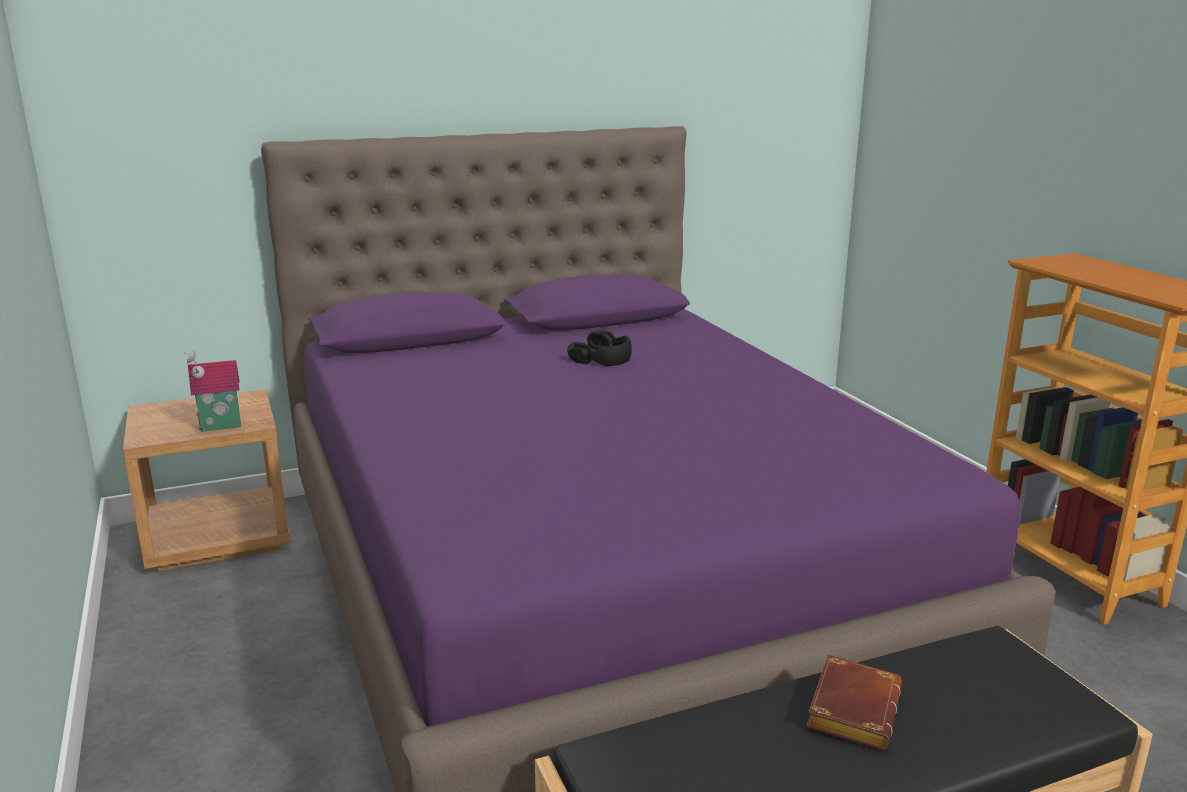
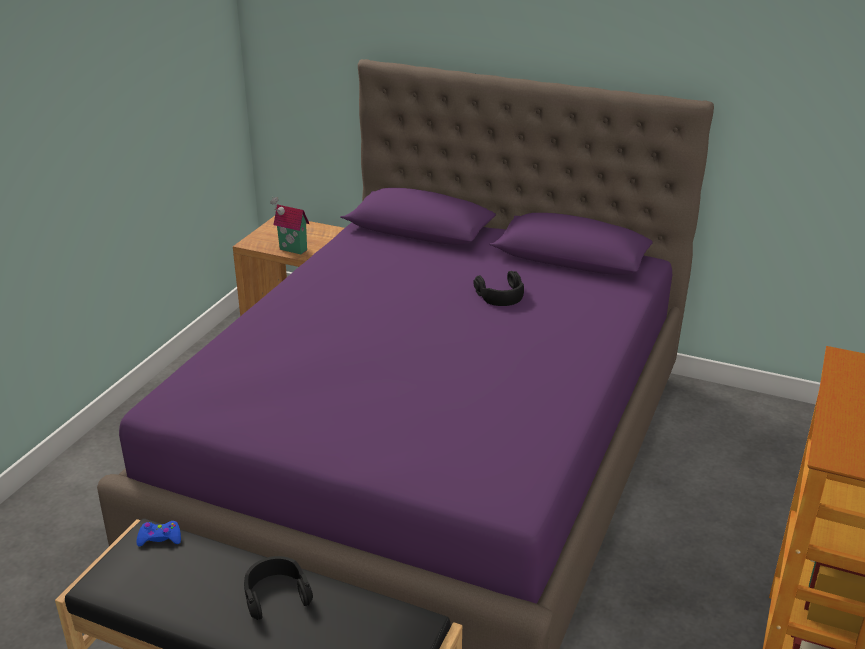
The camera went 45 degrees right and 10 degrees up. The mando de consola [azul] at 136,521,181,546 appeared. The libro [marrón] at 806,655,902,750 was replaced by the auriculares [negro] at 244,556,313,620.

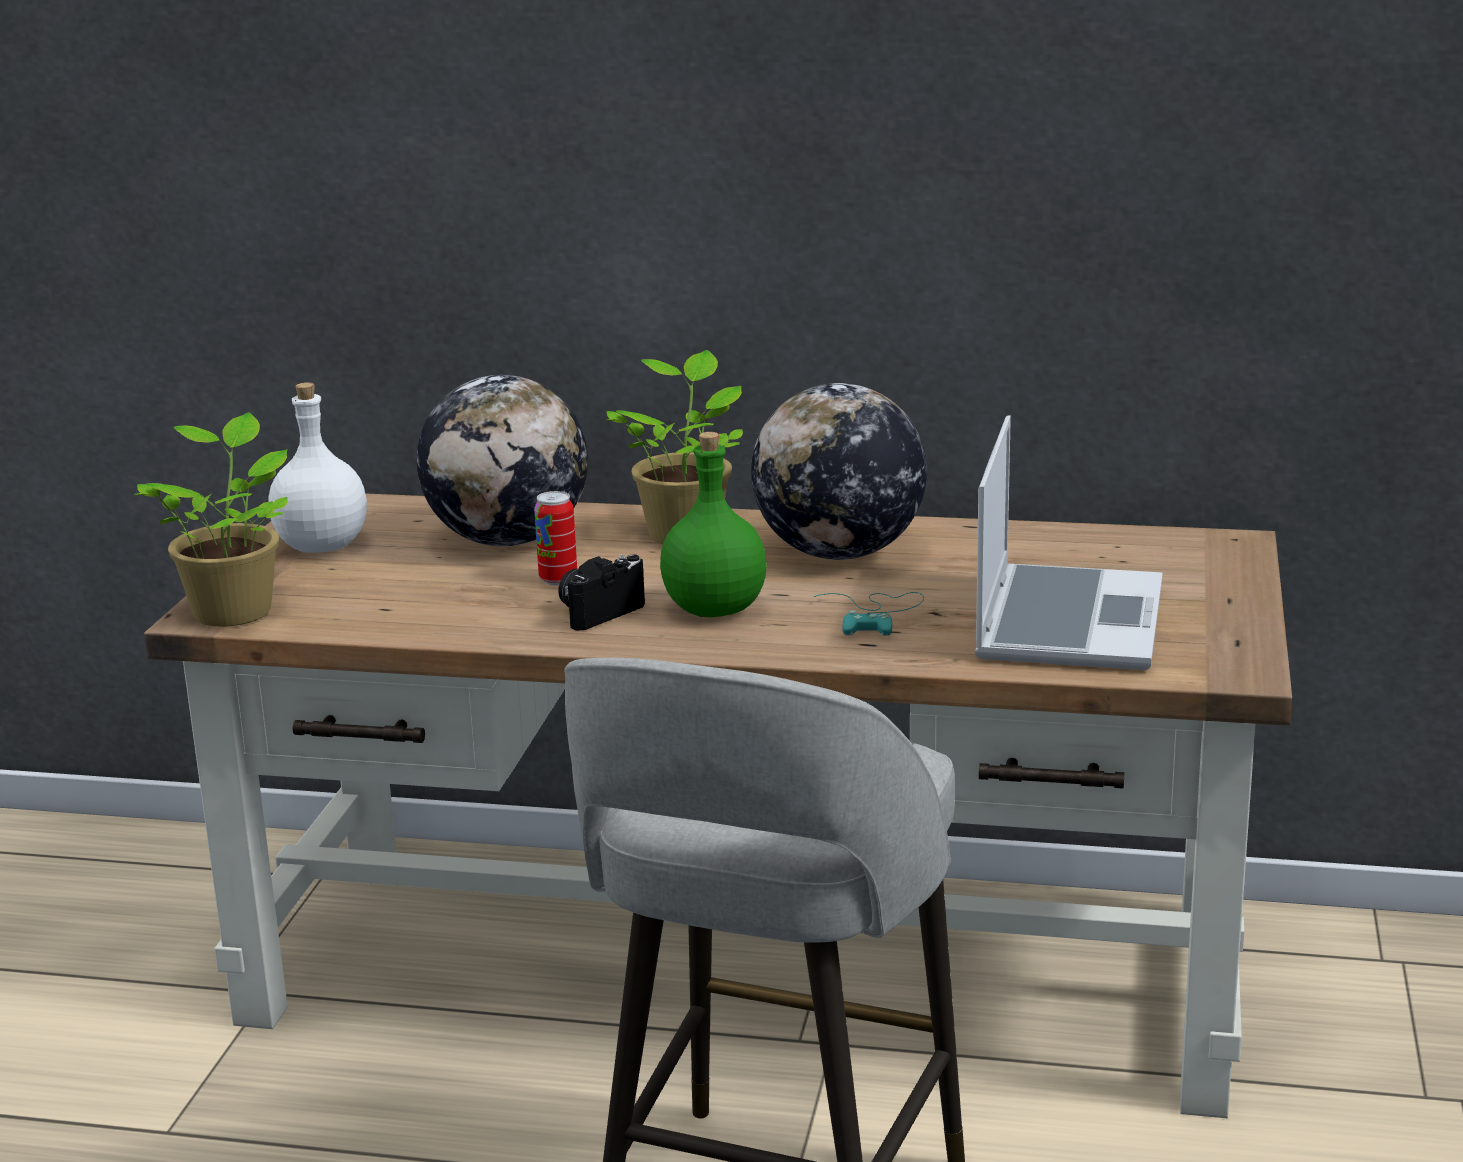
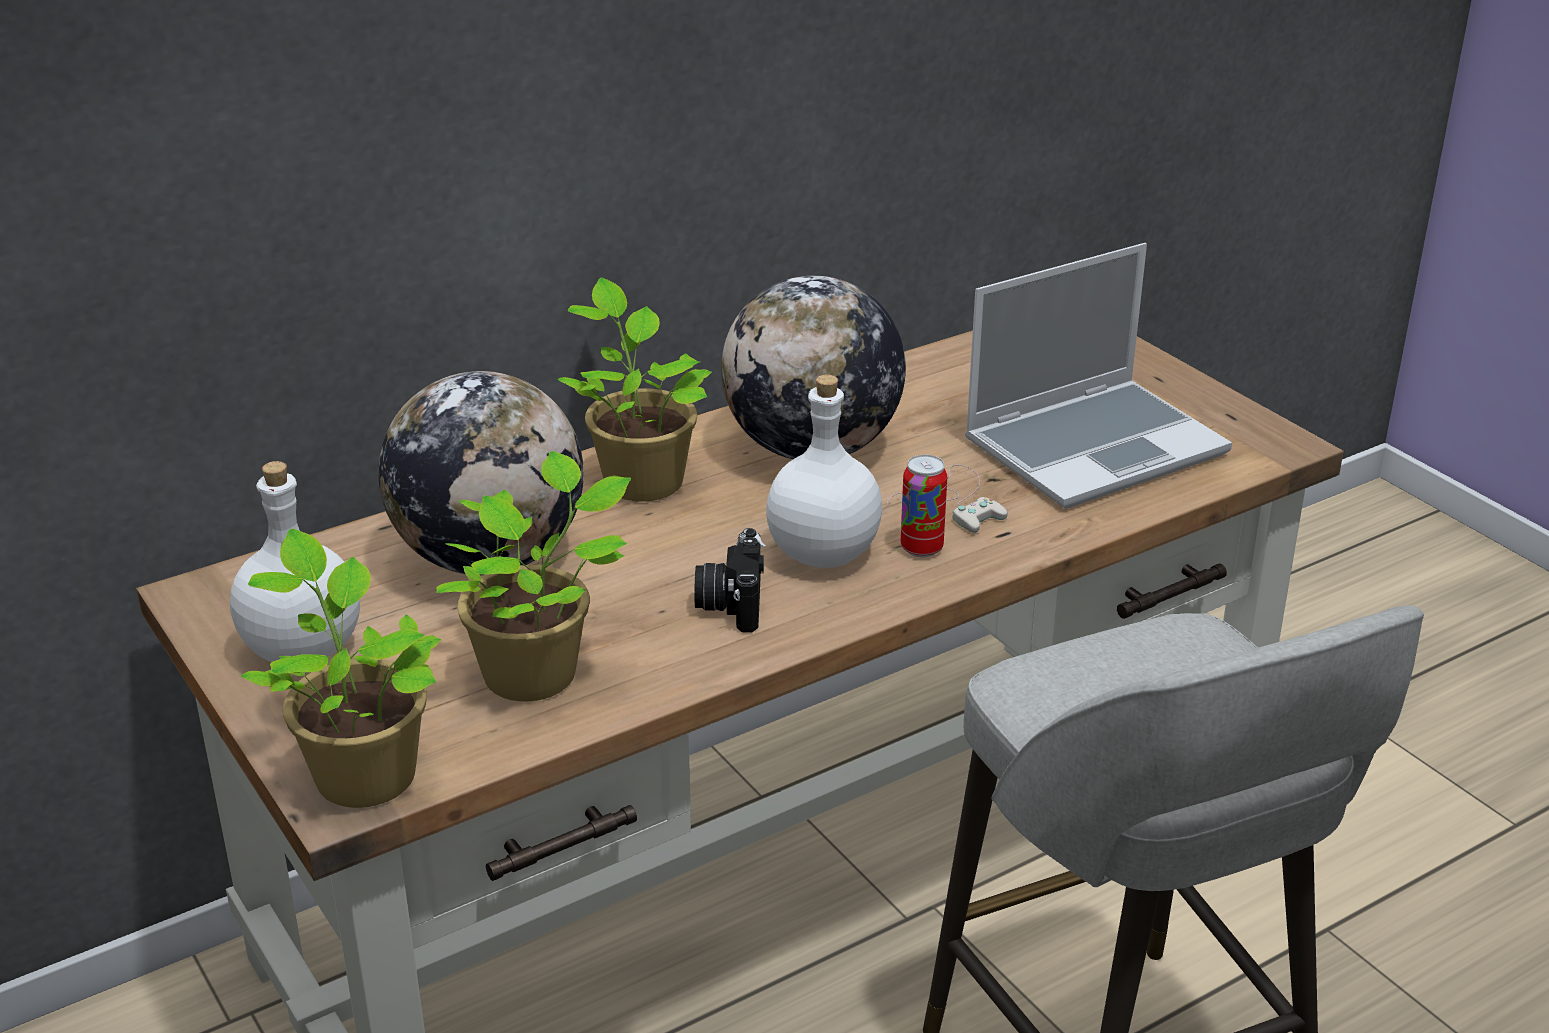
The camera went 45 degrees left and 10 degrees up. The planta en maceta at 436,451,631,702 appeared. The botella [verde] at 660,432,767,617 became the botella [blanco] at 766,374,882,568. The mando de consola [turquesa] at 813,592,924,636 became the mando de consola [blanco] at 887,465,1008,533. The lata moved from 534,491,577,585 to 901,455,947,557. The portátil at 975,415,1163,670 turned 90 degrees clockwise.

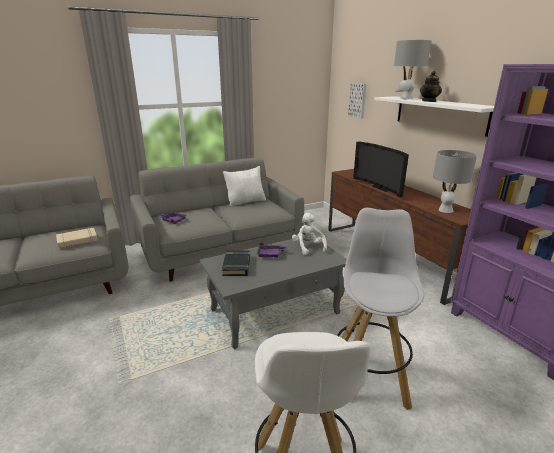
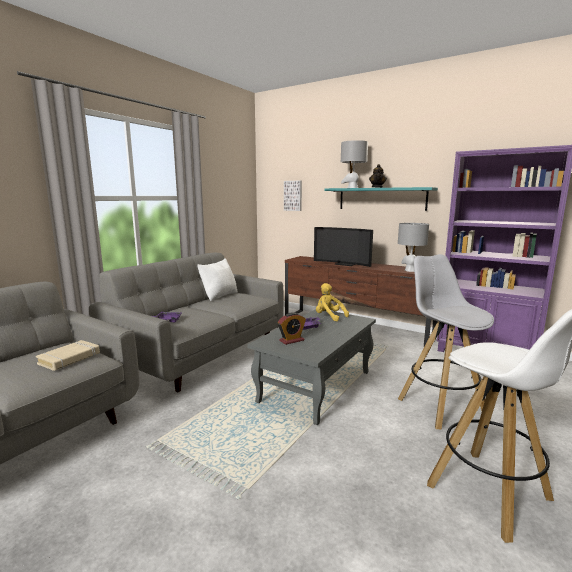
The camera went 30 degrees left and 10 degrees down. The libro [negro] at 222,250,251,276 was replaced by the despertador at 278,312,306,345. The peluche [blanco] at 292,213,327,255 became the peluche [amarillo] at 316,283,349,321. The estante [blanco] at 374,96,494,137 became the estante [turquesa] at 324,187,438,211.

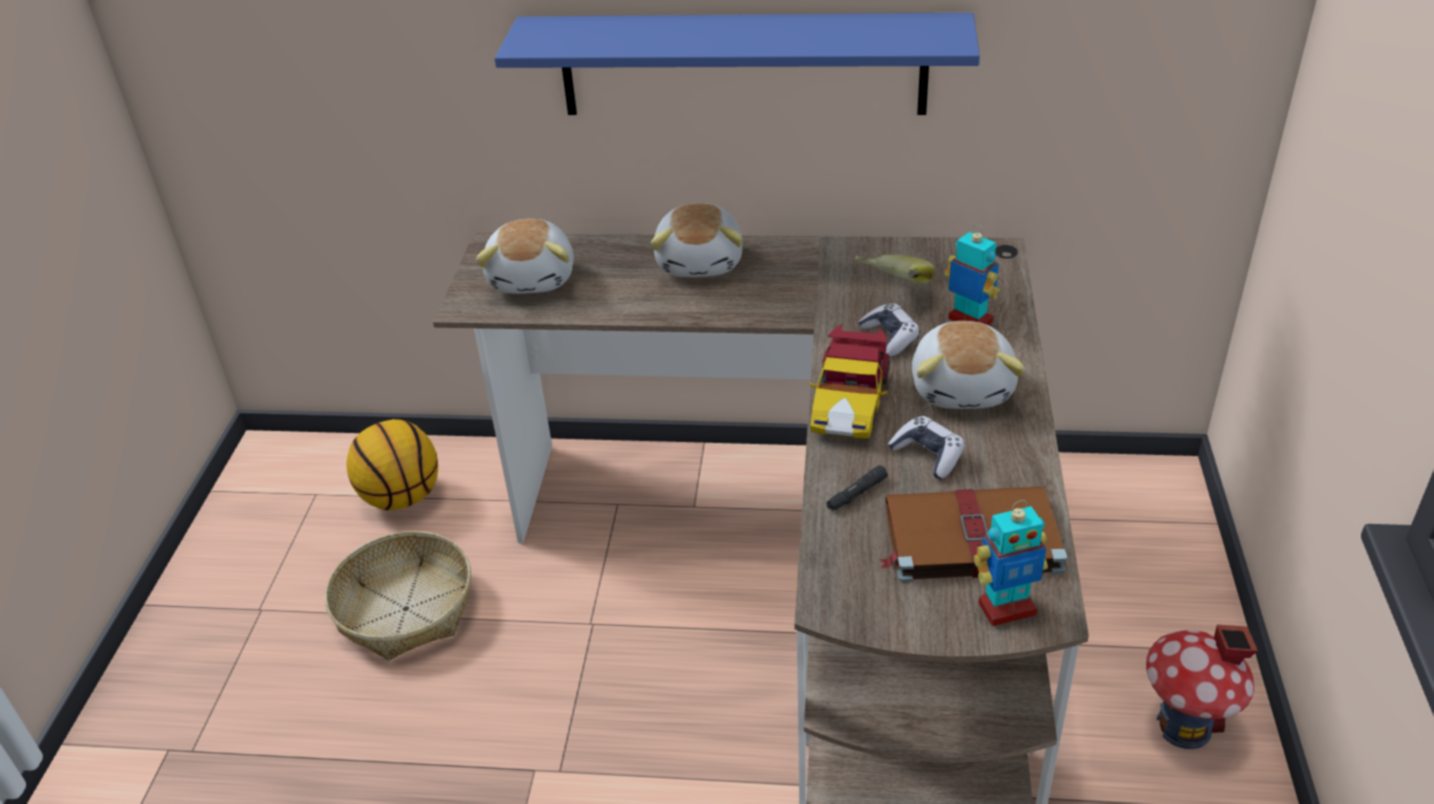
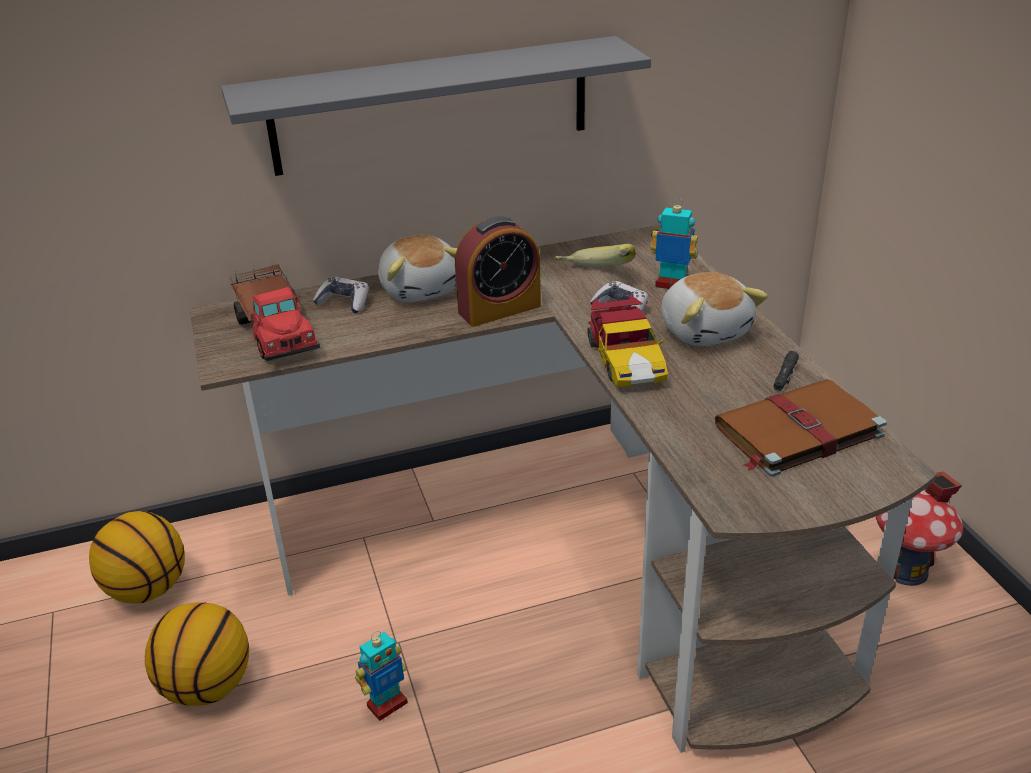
The camera went 25 degrees left and 5 degrees down. The cesta at 325,531,471,661 was replaced by the balón de baloncesto at 145,602,249,706. The estante [azul] at 495,13,980,115 became the estante [gris] at 221,36,651,176. The peluche at 476,219,574,294 was replaced by the camión de juguete at 230,263,320,361. The mando de consola moved from 888,416,965,479 to 313,277,369,313. The robot de juguete moved from 974,500,1048,626 to 355,631,408,721. The despertador at 455,216,541,327 appeared. The linterna [negro] moved from 827,465,888,511 to 774,351,799,391.

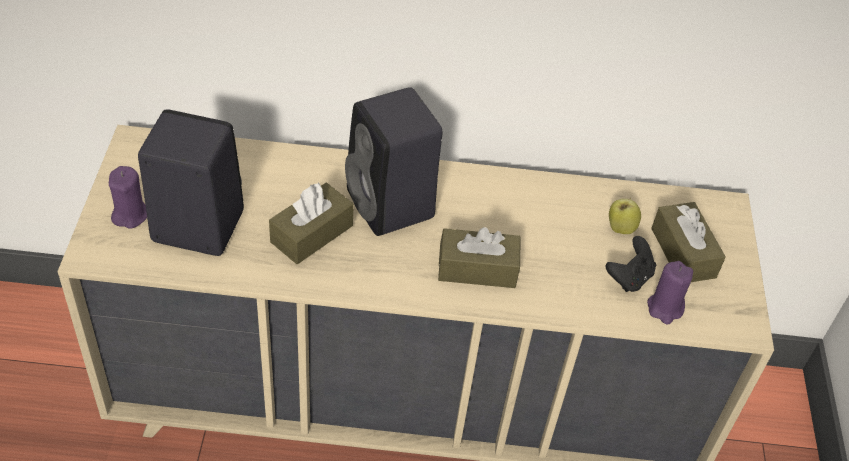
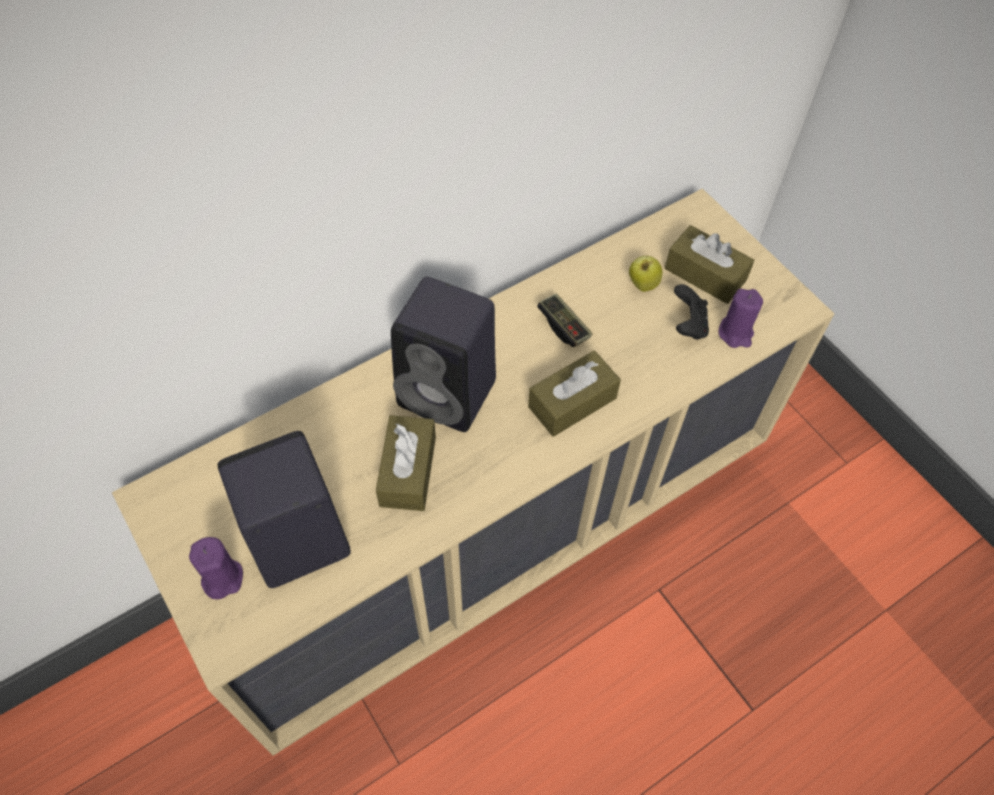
The camera went 35 degrees left and 10 degrees up. The mando de consola at 537,293,592,347 appeared.

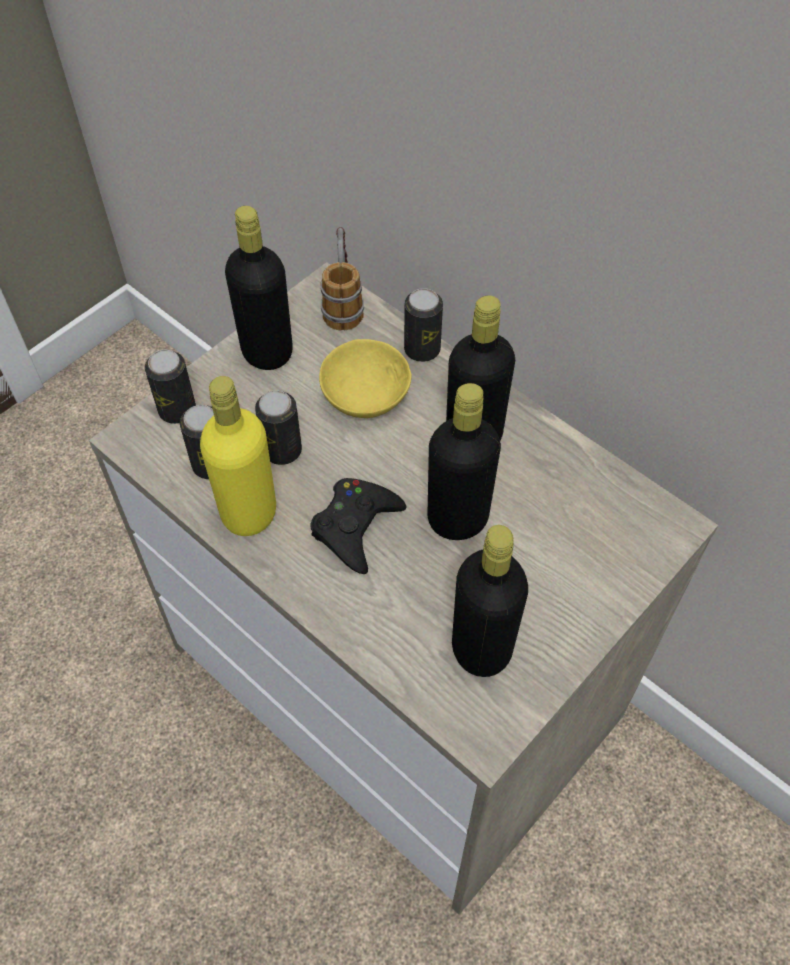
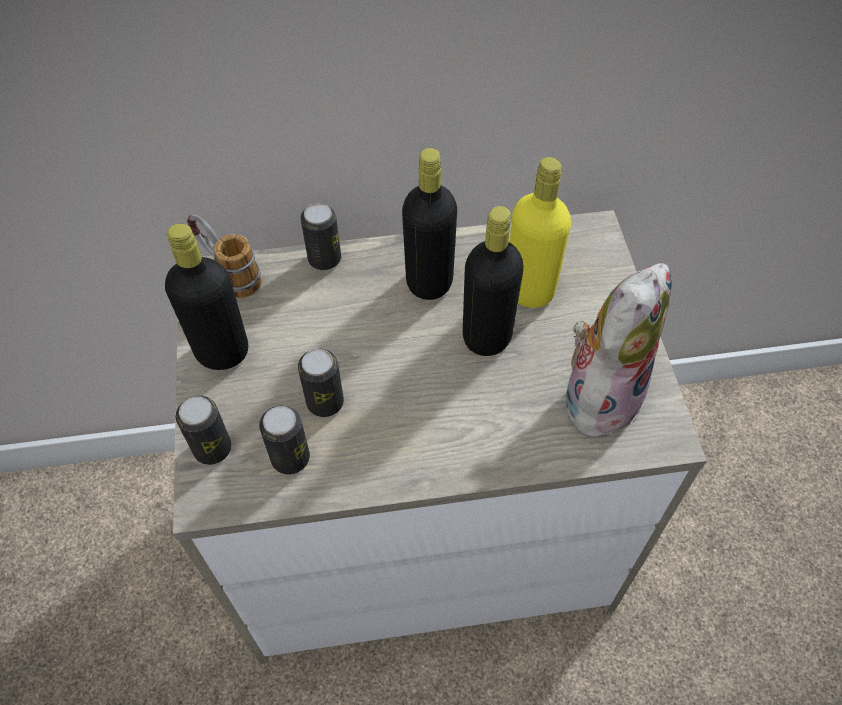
The camera went 50 degrees left and 0 degrees up. The botella [amarillo] moved from 200,376,276,536 to 510,157,571,308. The botella [negro] at 452,525,528,677 was replaced by the peluche at 565,263,672,442. The mando de consola [negro] at 310,478,406,574 disappeared. The cuenco [amarillo] at 319,339,412,418 disappeared.

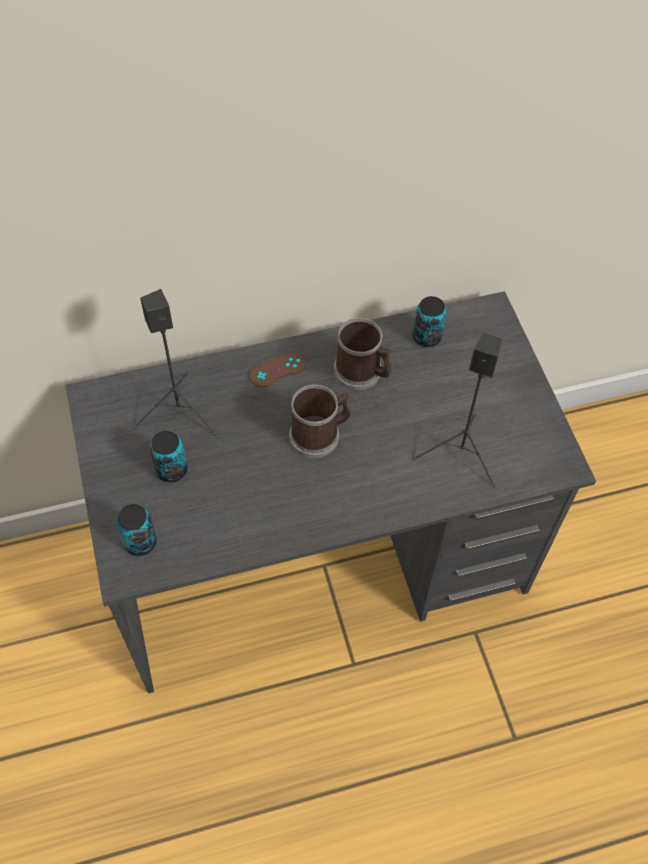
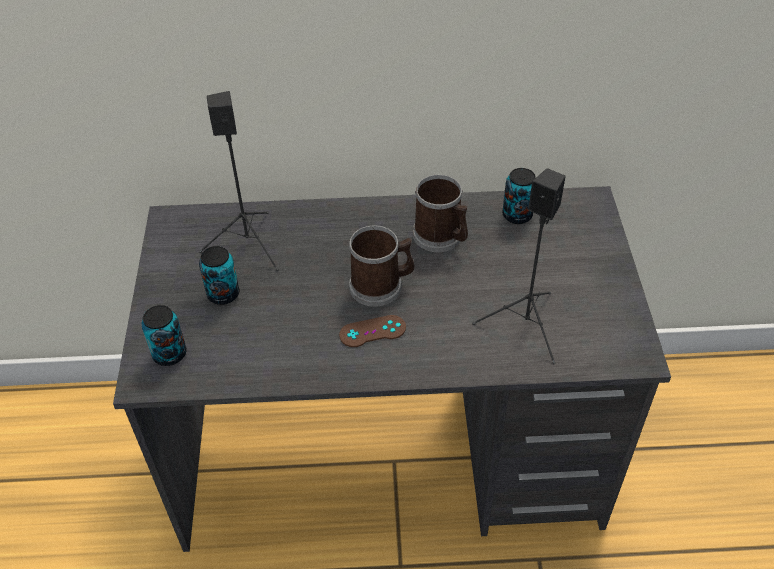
The camera went 15 degrees right and 10 degrees down. The mando de consola [marrón] moved from 250,352,306,387 to 339,315,406,347.

